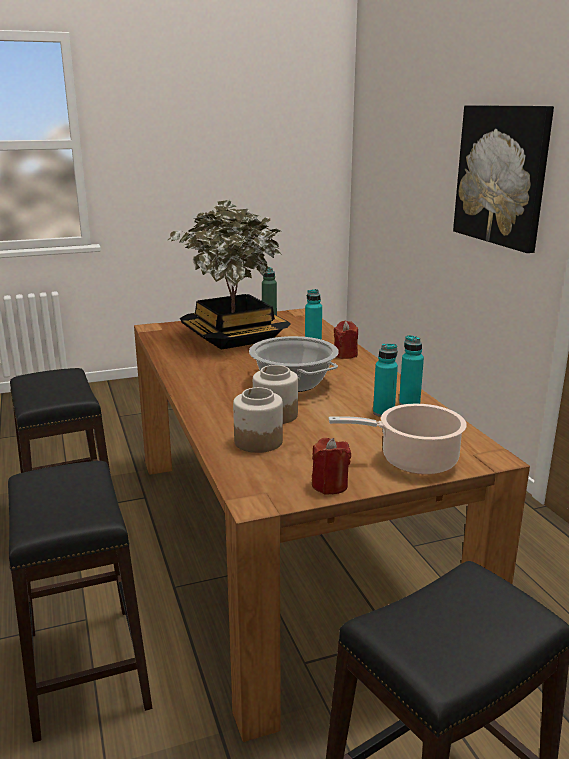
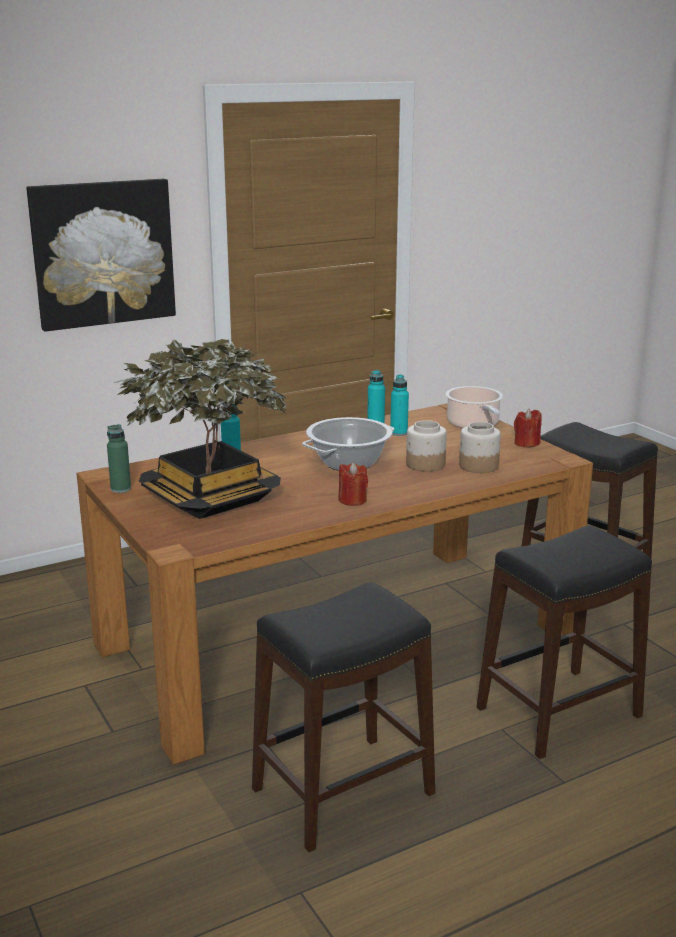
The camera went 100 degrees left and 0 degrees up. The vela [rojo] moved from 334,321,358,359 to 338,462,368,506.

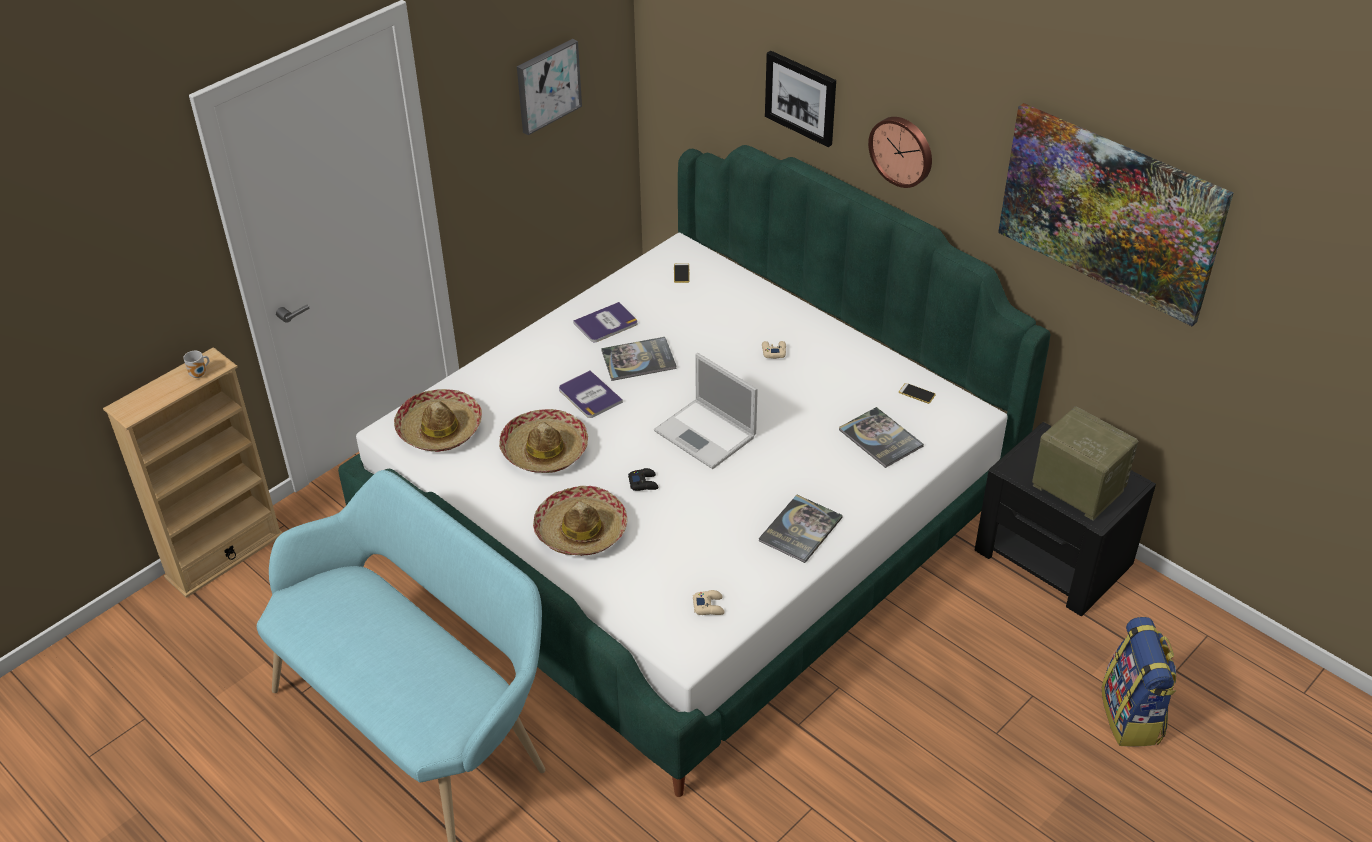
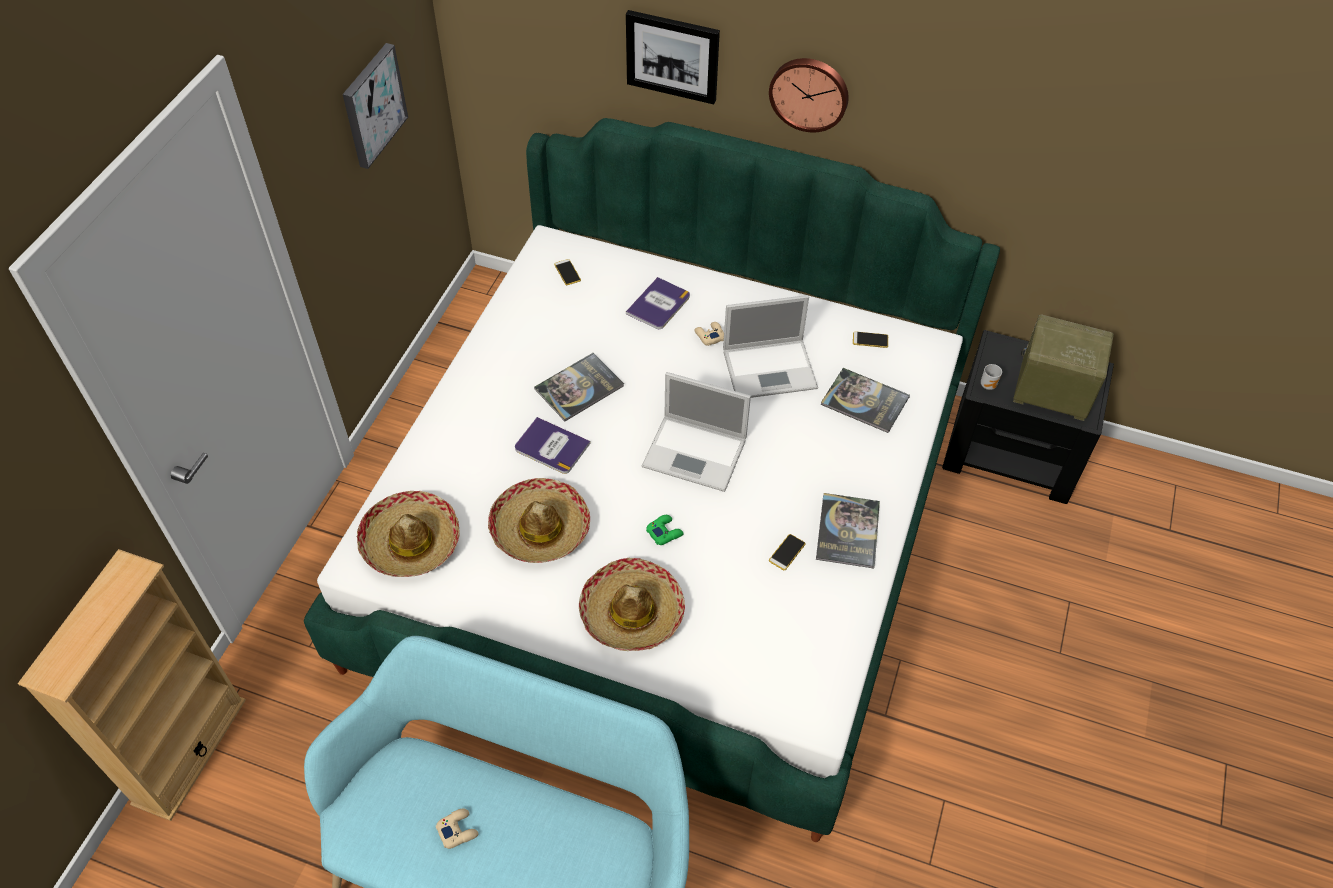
The camera went 25 degrees left and 10 degrees up. The mando de consola [beis] moved from 693,590,725,615 to 436,809,479,849. The libro moved from 573,302,638,342 to 626,277,690,329. The mando de consola [negro] at 628,468,658,491 became the mando de consola [verde] at 646,515,684,545. The portátil at 723,295,818,398 appeared. The móvil at 769,534,805,570 appeared. The taza grande moved from 183,351,209,378 to 981,364,1002,390. The cuadro at 998,103,1233,326 disappeared. The mochila at 1102,617,1176,747 disappeared.

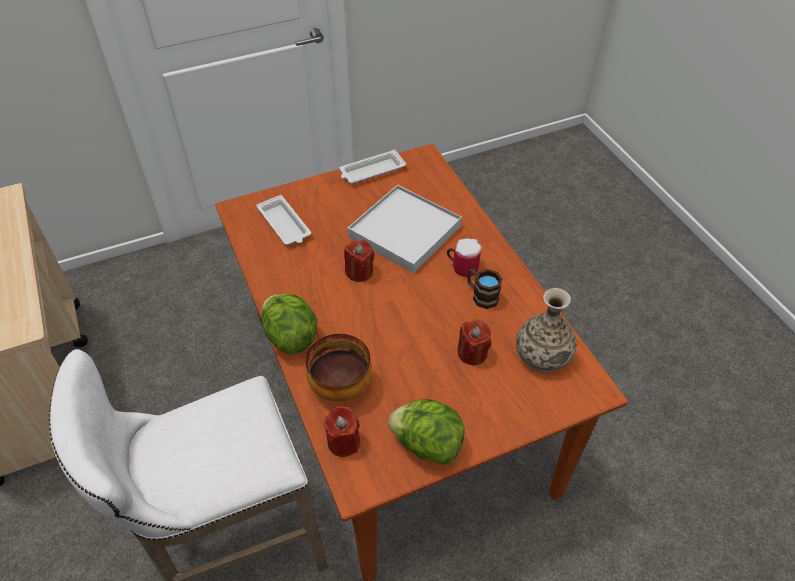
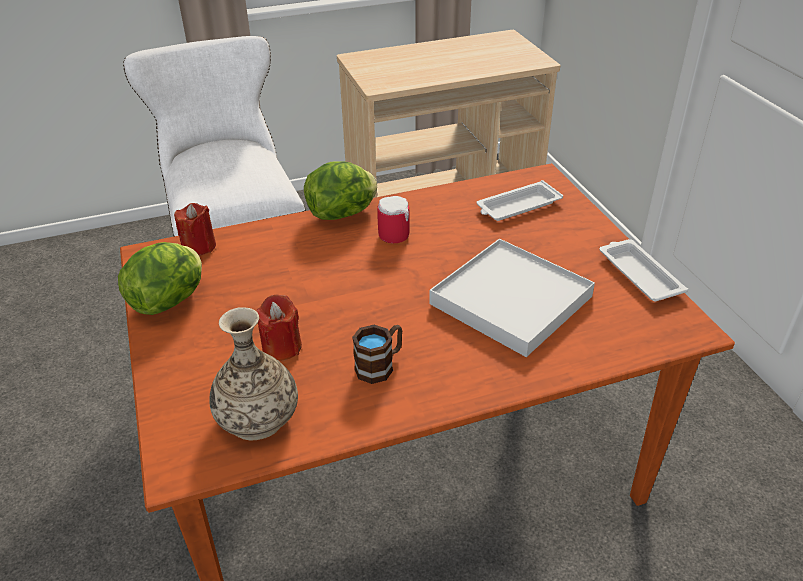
The camera went 95 degrees right and 10 degrees down. The taza grande moved from 447,238,482,277 to 377,196,410,243. The cuenco at 305,334,372,401 disappeared. The vela [rojo] at 344,240,375,282 disappeared.

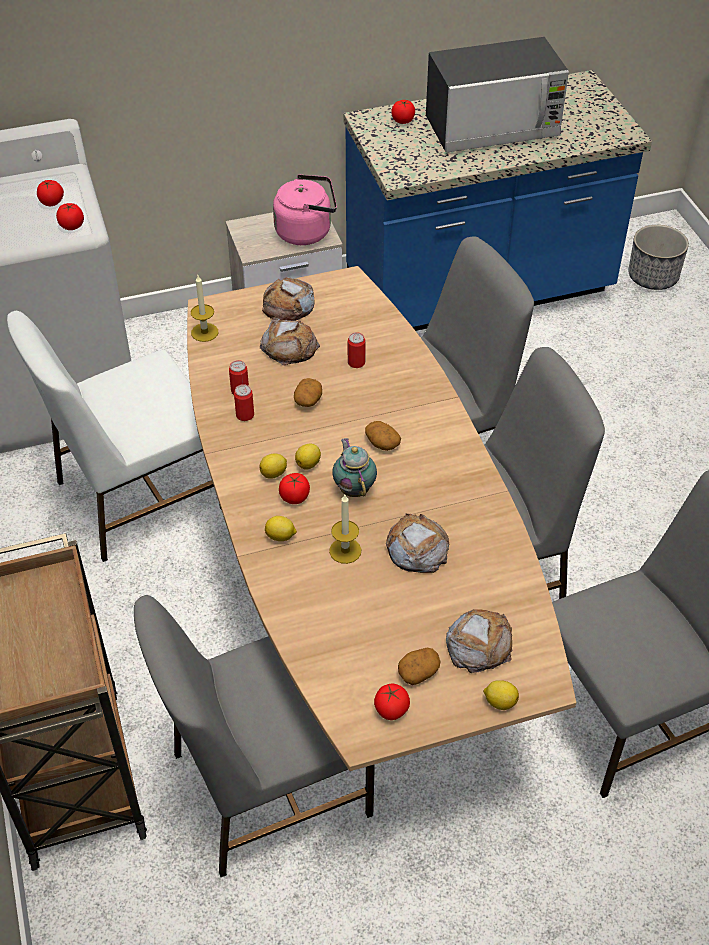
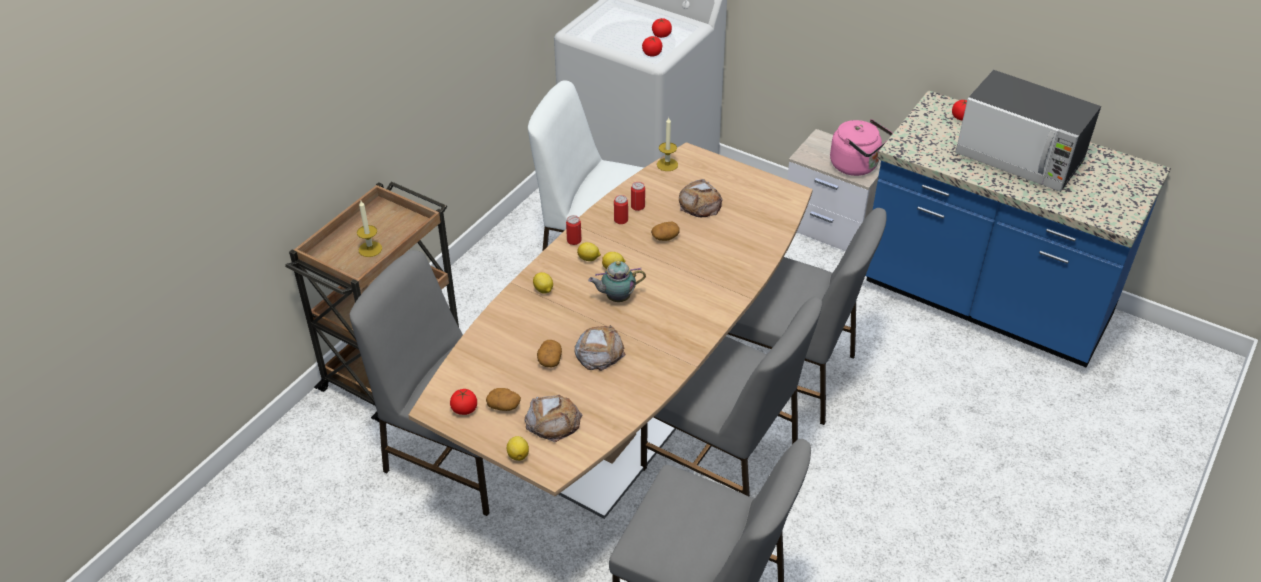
The camera went 50 degrees right and 5 degrees down. The vela moved from 329,495,361,564 to 357,201,382,257. The patata moved from 365,421,401,451 to 537,340,562,367. The lata moved from 348,332,366,368 to 566,215,581,245. The tetera at 332,438,377,497 turned 135 degrees counterclockwise. The pan at 262,277,315,321 disappeared. The tomate at 279,473,310,504 disappeared. The maceta at 628,225,689,290 disappeared.

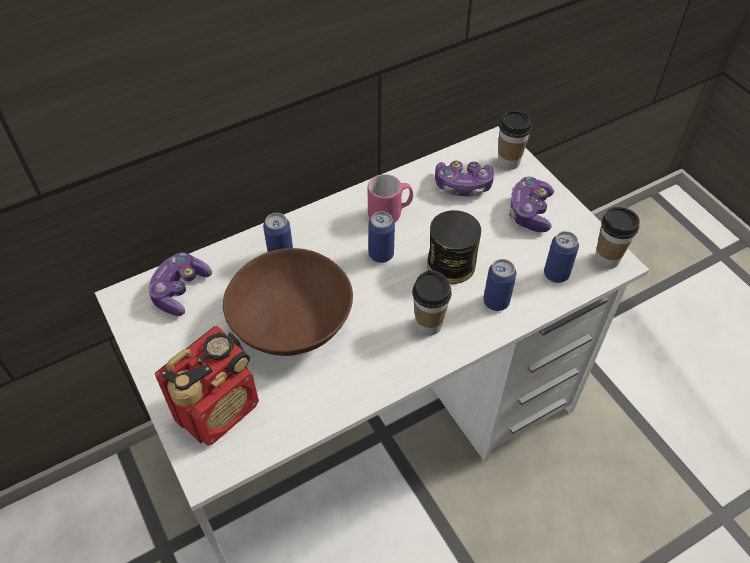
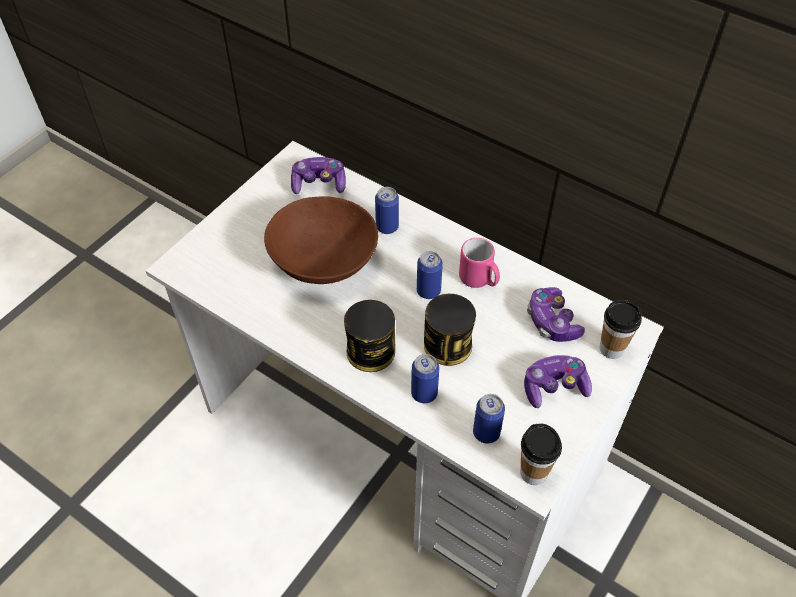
The camera went 65 degrees right and 0 degrees up. The taza at 412,271,452,336 was replaced by the lata at 344,300,395,372. The radio at 155,326,259,446 disappeared.

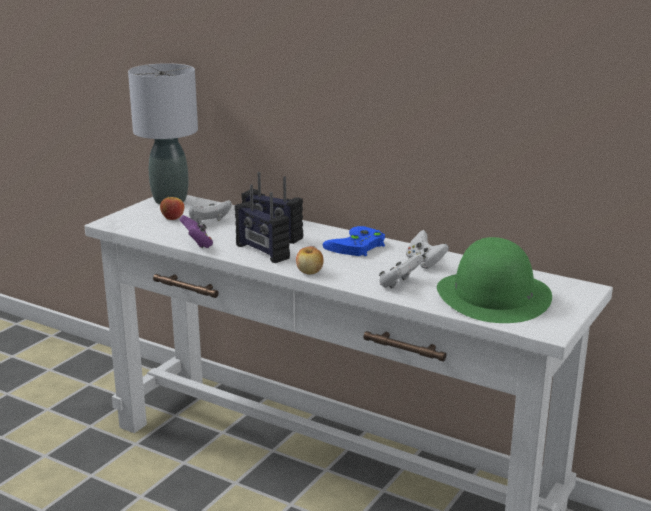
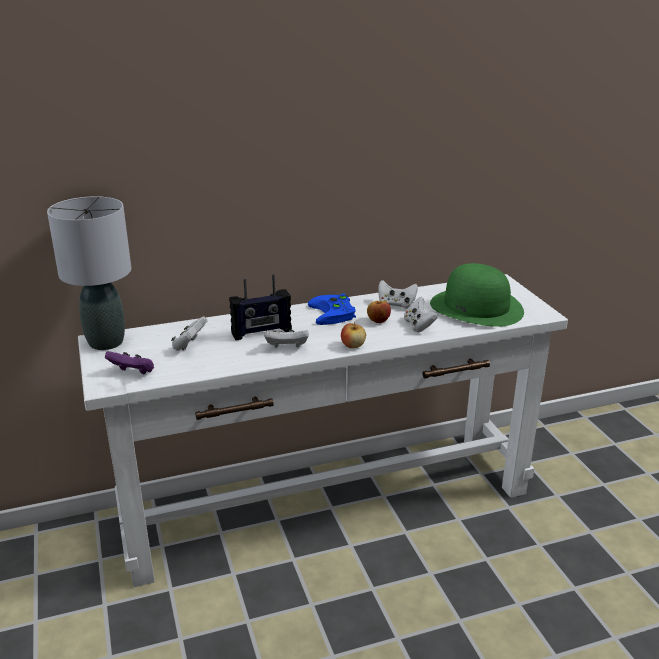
The camera went 50 degrees left and 5 degrees up. The mando de consola [morado] moved from 179,215,213,248 to 105,351,154,374. The radio at 235,185,290,263 was replaced by the mando de consola [blanco] at 264,330,309,348. The manzana moved from 160,196,184,220 to 367,301,391,323.

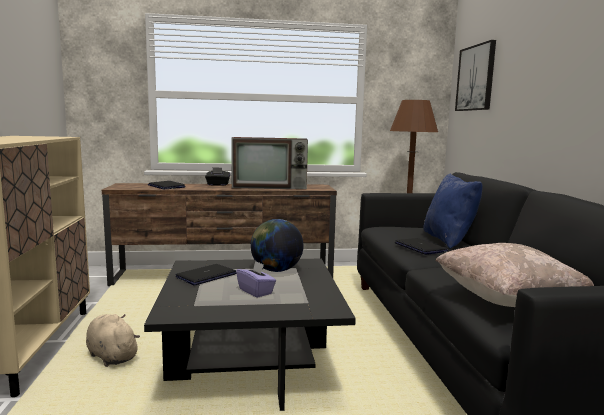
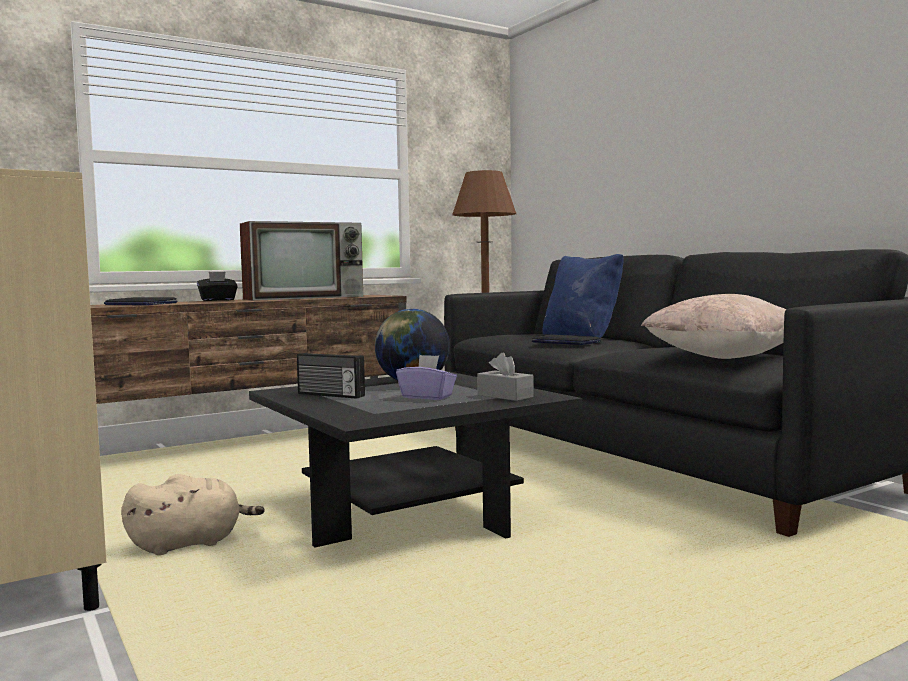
The camera went 25 degrees left and 5 degrees down. The peluche [beis] at 86,314,140,367 turned 135 degrees clockwise. The portátil at 176,264,236,286 was replaced by the radio at 297,353,365,399. The caja de pañuelos [gris] at 477,352,534,401 appeared. The cuadro at 455,40,496,111 disappeared.

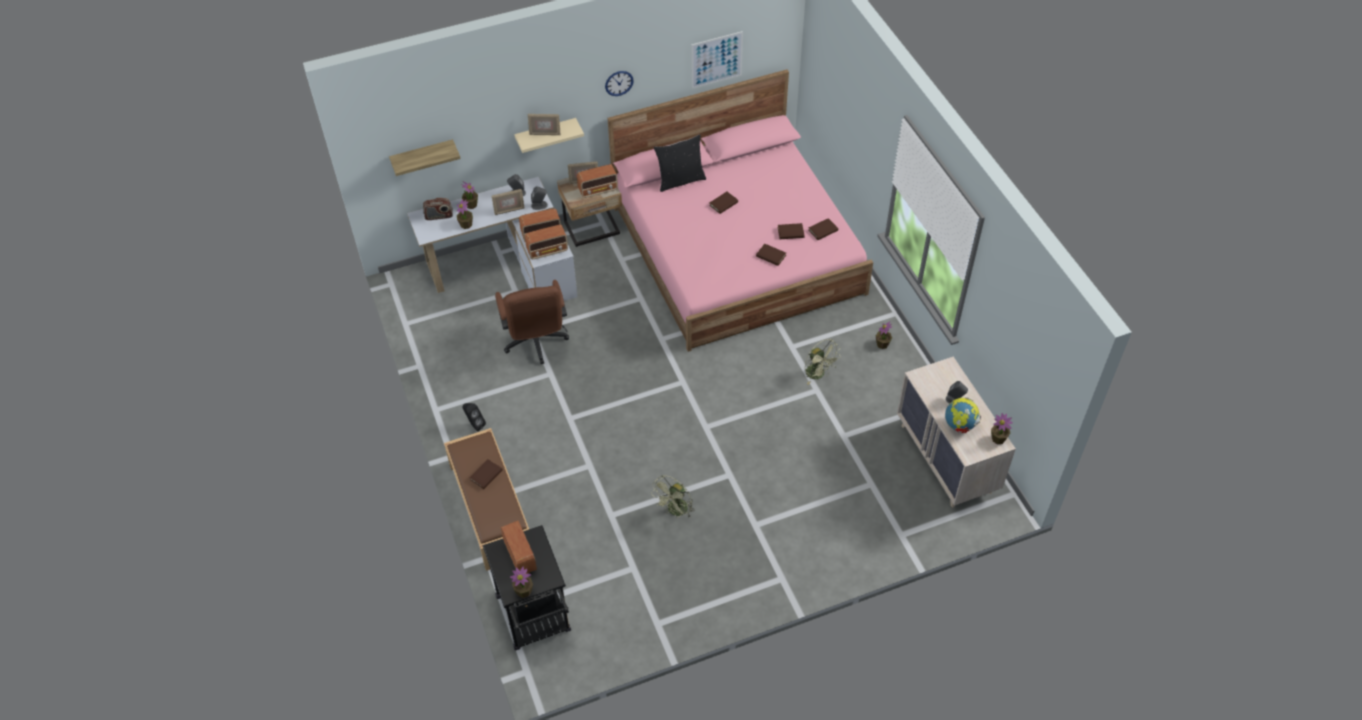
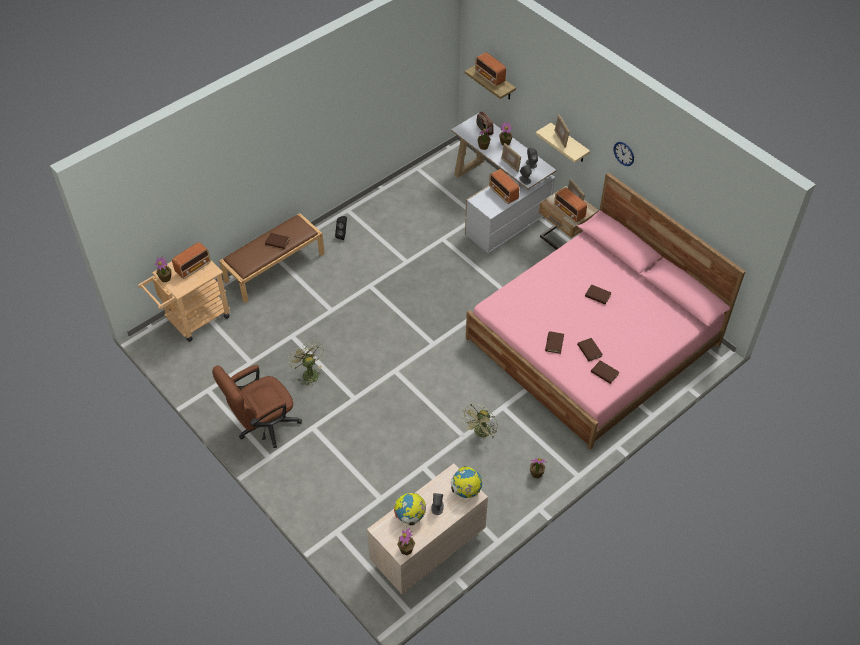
The camera went 70 degrees right and 0 degrees up. The carrito [negro] at 482,525,571,651 became the carrito [beis] at 138,260,230,342. The silla de oficina [marrón] moved from 495,280,569,364 to 212,365,302,448. The ventilador [verde] at 651,475,695,518 turned 45 degrees clockwise. The globo terráqueo at 451,466,482,498 appeared. The radio moved from 525,225,568,259 to 475,52,506,86. The cojín [negro] at 654,134,706,192 disappeared. The cuadro at 691,31,743,89 disappeared.

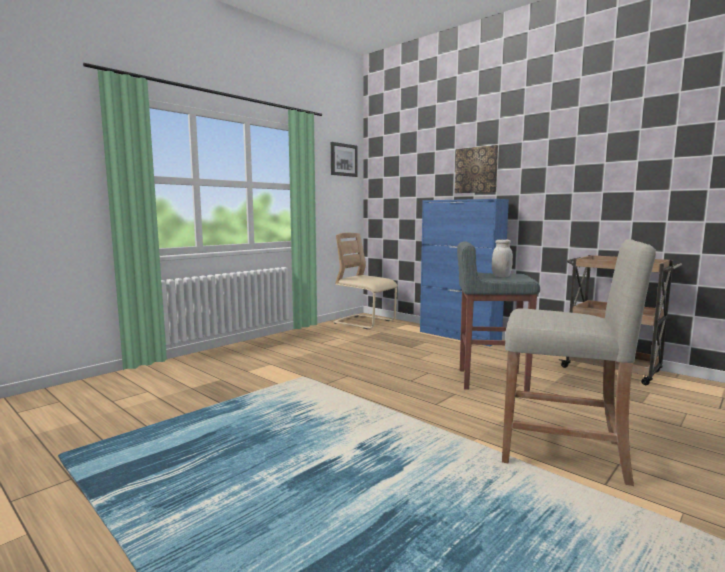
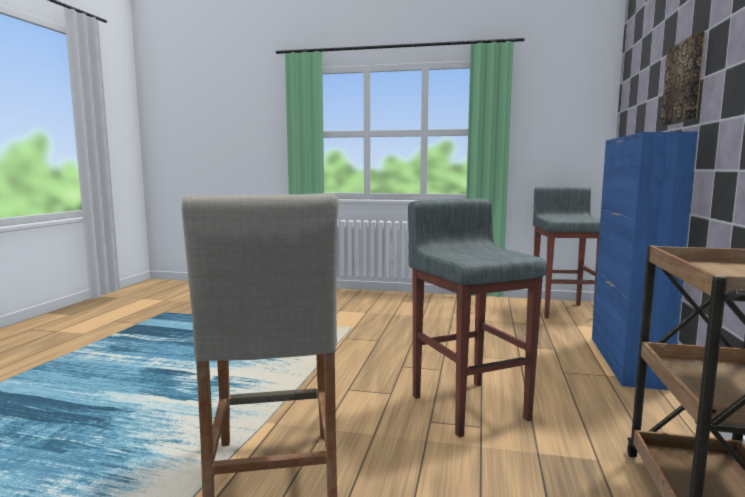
The camera went 60 degrees right and 0 degrees up. The silla [beis] at 333,233,398,329 was replaced by the taburete [gris] at 533,187,600,318. The cuadro at 331,142,358,177 disappeared. The tarro [blanco] at 492,239,513,277 disappeared.

